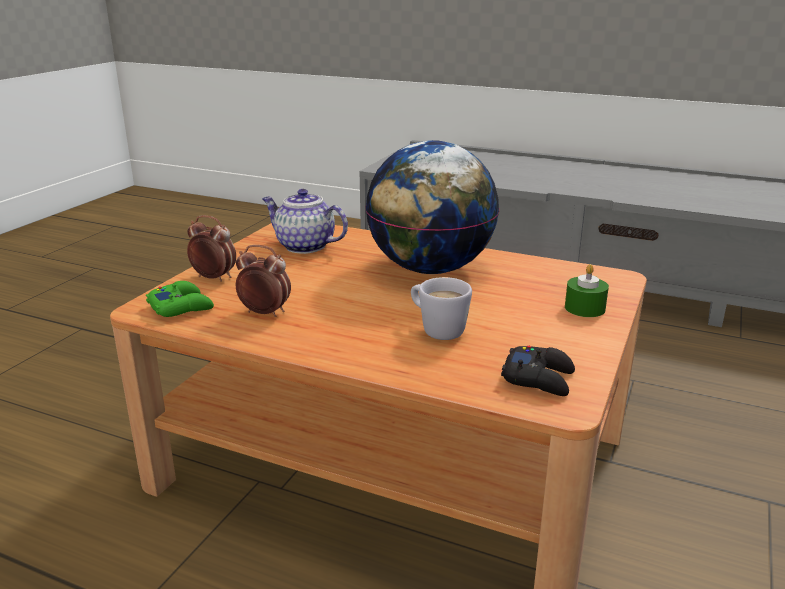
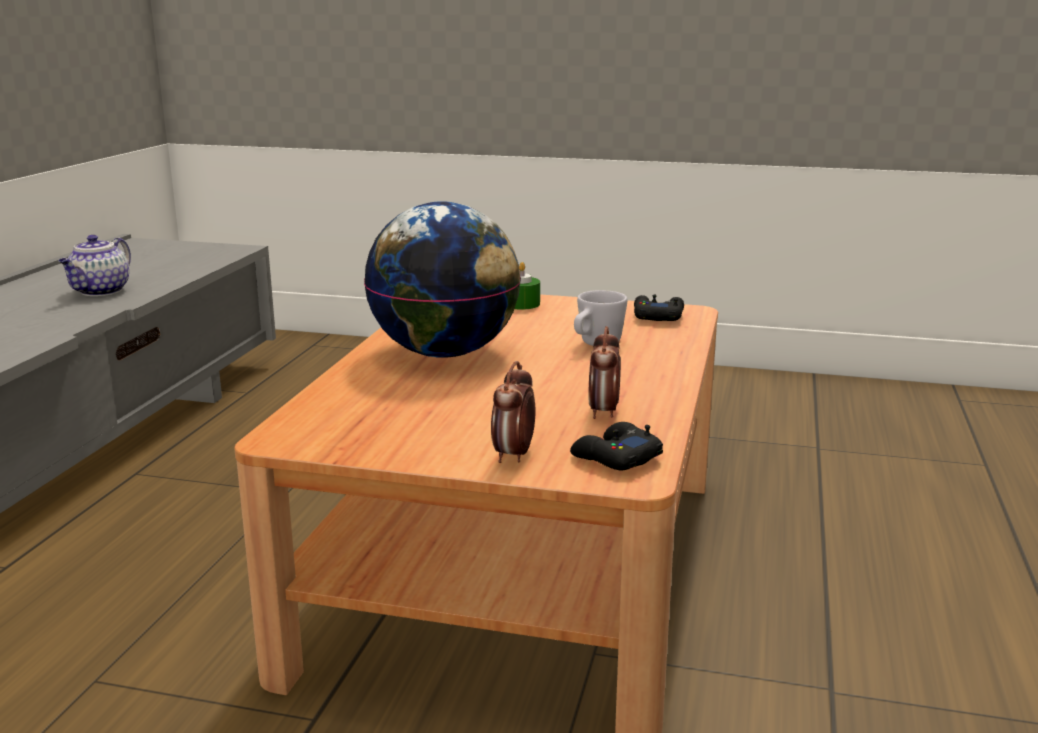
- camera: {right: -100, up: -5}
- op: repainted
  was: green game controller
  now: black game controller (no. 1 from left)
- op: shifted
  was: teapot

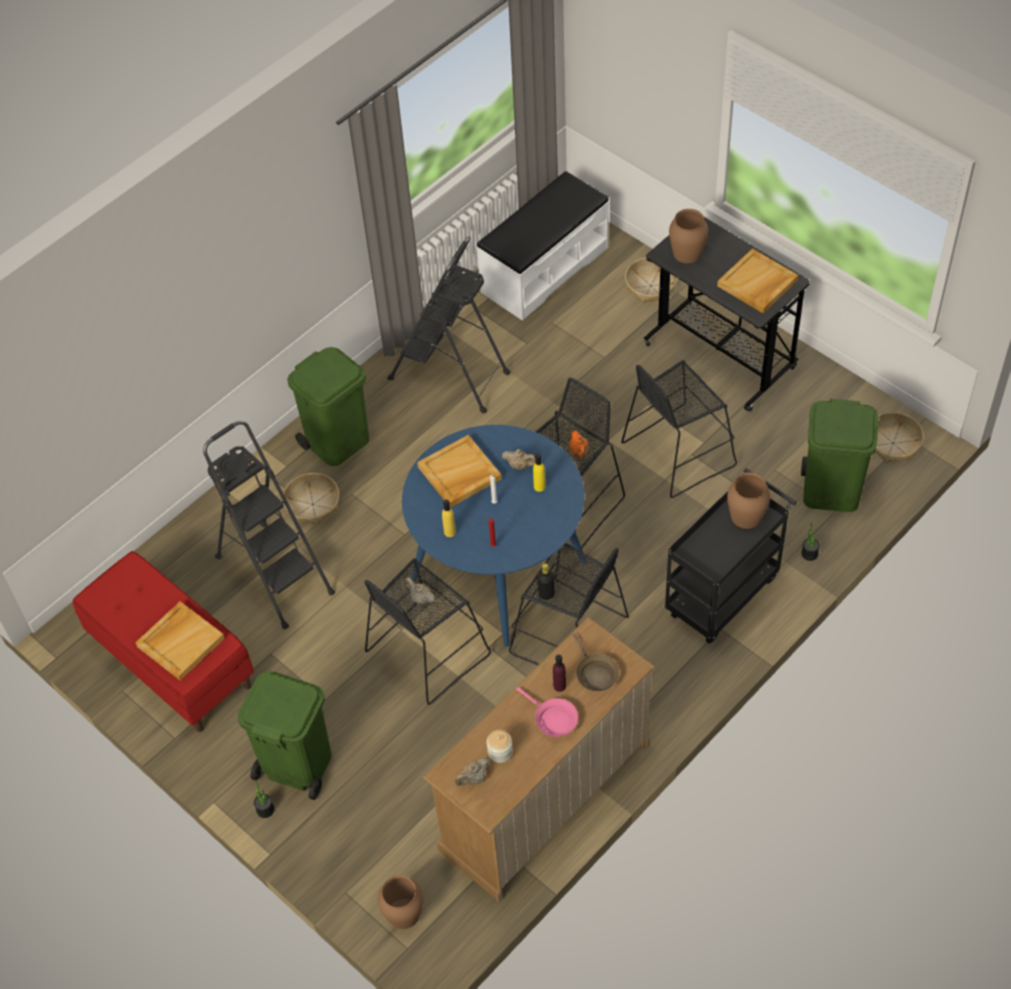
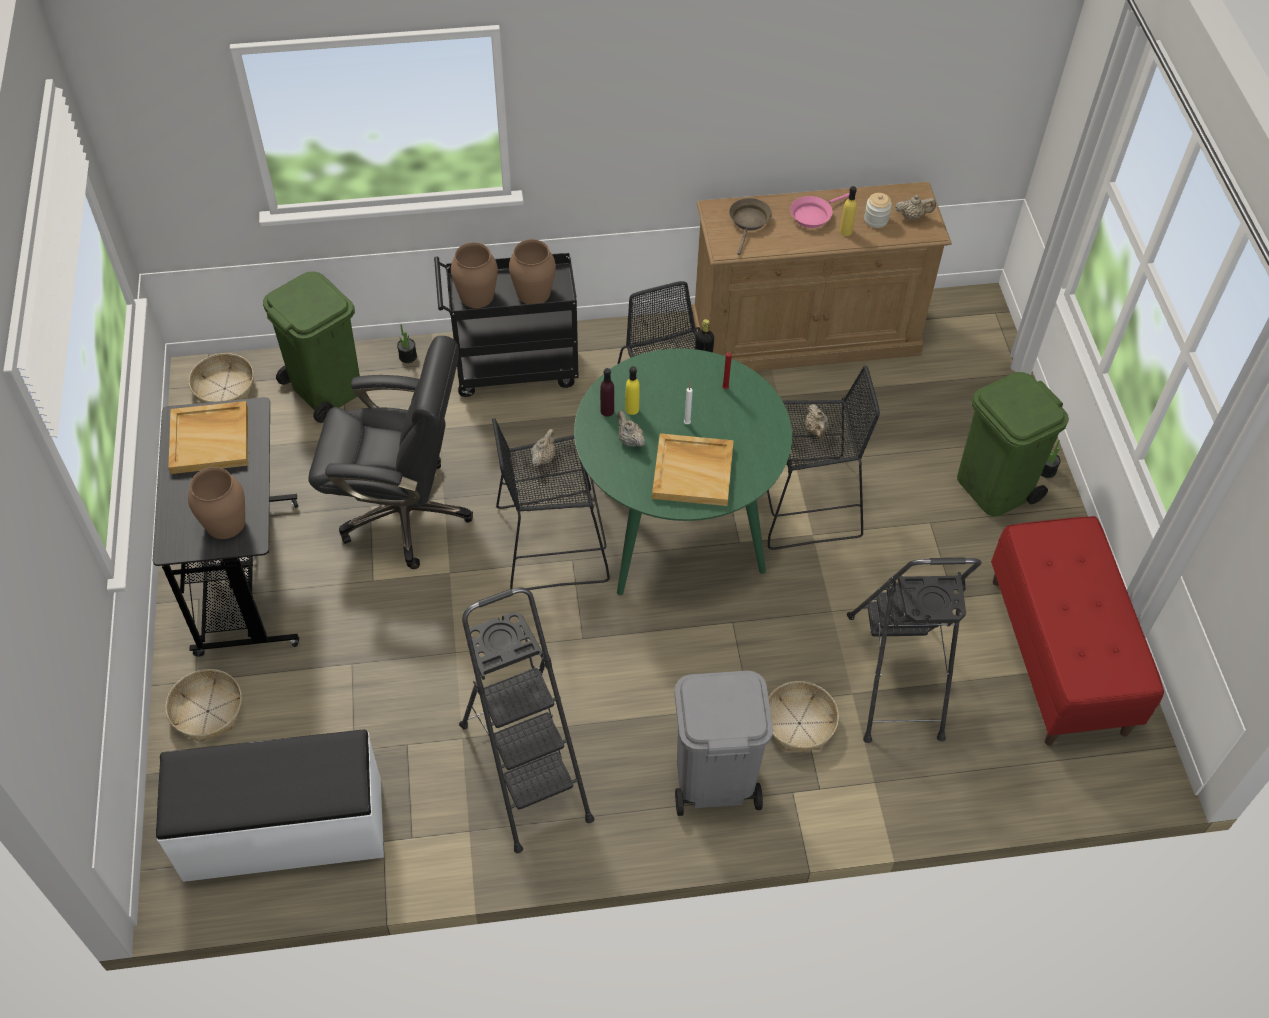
- camera: {right: -145, up: 0}
- op: gone
  was: beige tray (no. 1 from left)
- op: repainted
  was: green trash can (no. 2 from left)
  now: grey trash can
- op: shifted
  was: brown vase (no. 1 from left in the first image)
  now: brown vase (no. 3 from left)
- op: repainted
  was: blue dining table
  now: green dining table
- op: shifted
  was: yellow bottle (no. 1 from left in the first image)
  now: yellow bottle (no. 2 from left)
- op: rotated
  was: pink frying pan
  clockwise: -120
- op: shifted
  was: purple bottle
- op: repainted
  was: orange teapot
  now: beige teapot (no. 1 from left)
- op: swapped
  was: black stool (no. 4 from left)
  now: black office chair

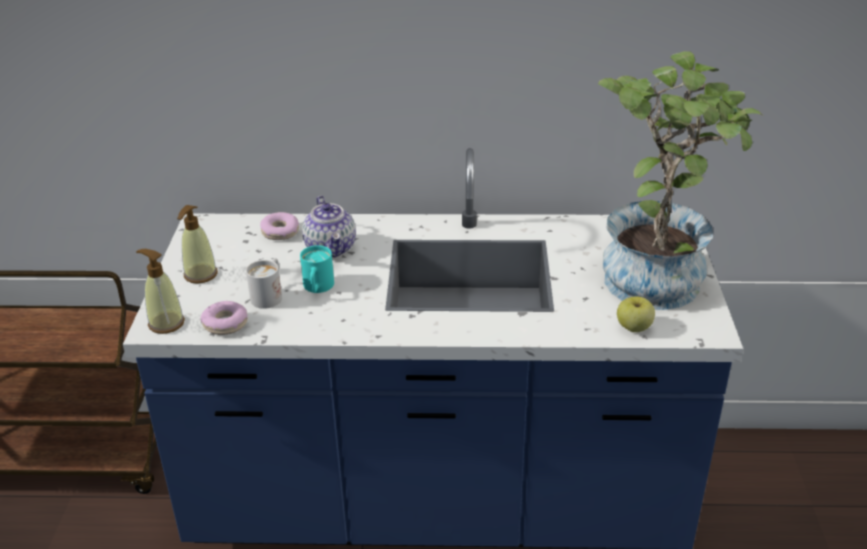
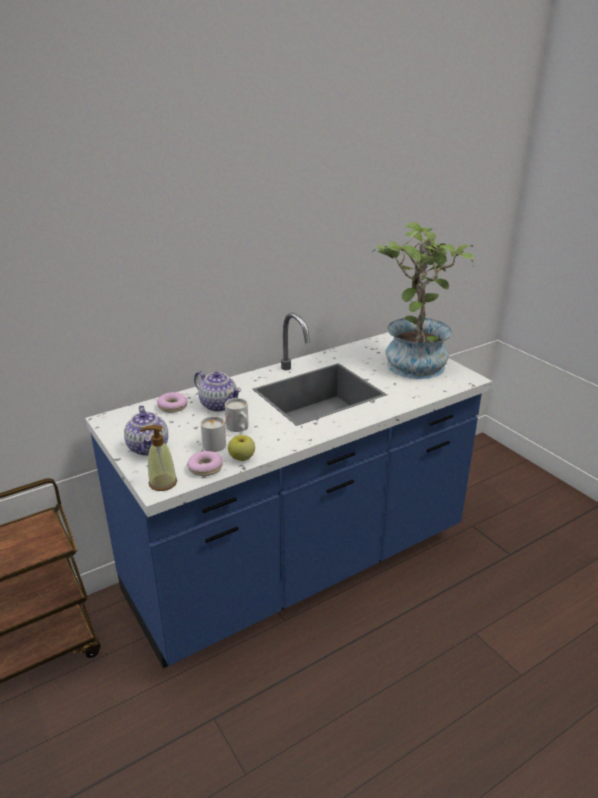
- camera: {right: -35, up: -5}
- op: swapped
  was: soap dispenser (no. 2 from left)
  now: teapot (no. 1 from left)
- op: repainted
  was: turquoise mug
  now: white mug (no. 2 from left)
- op: shifted
  was: apple

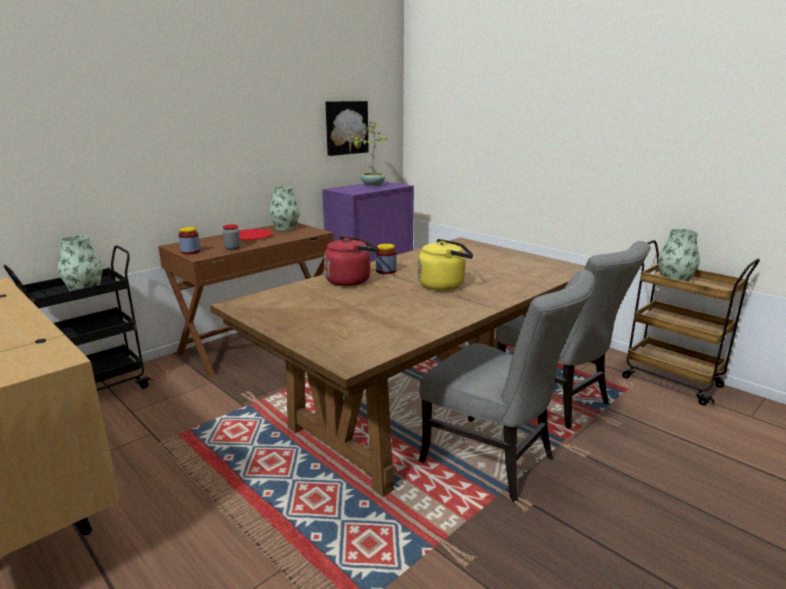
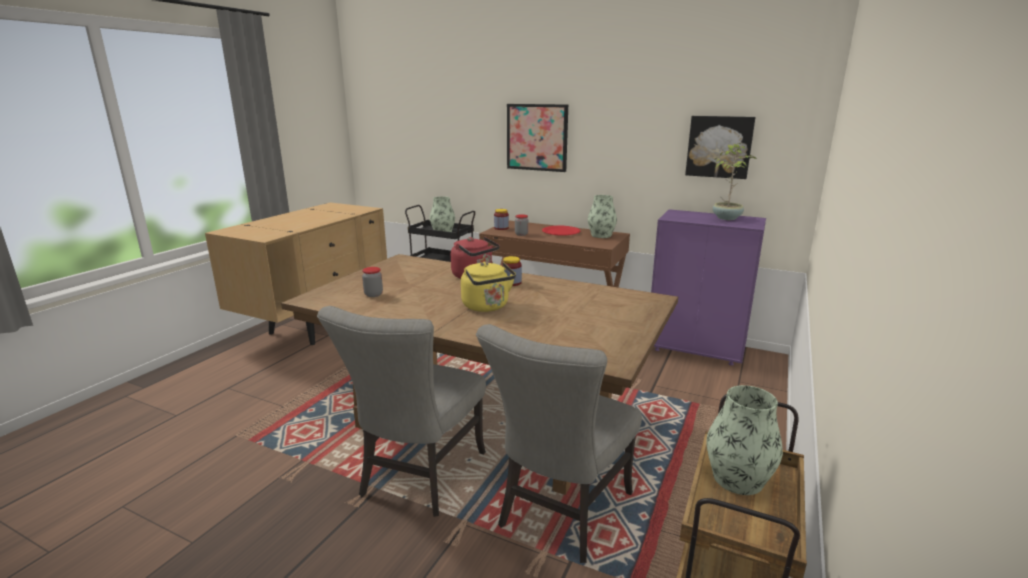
- camera: {right: 70, up: 0}
- op: new
  now: jar (no. 1 from left)
- op: new
  now: picture (no. 1 from left)

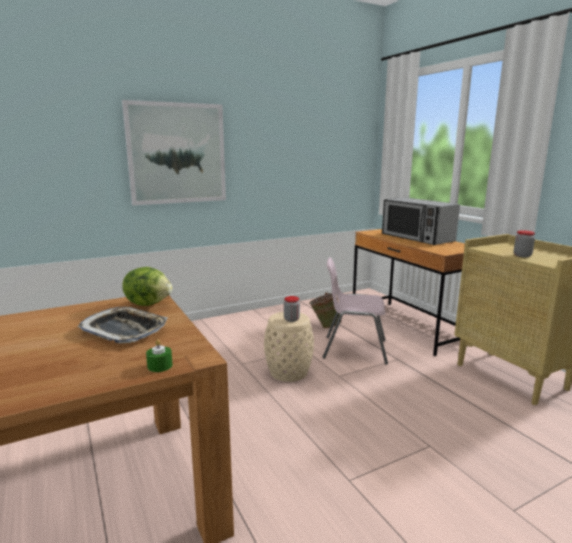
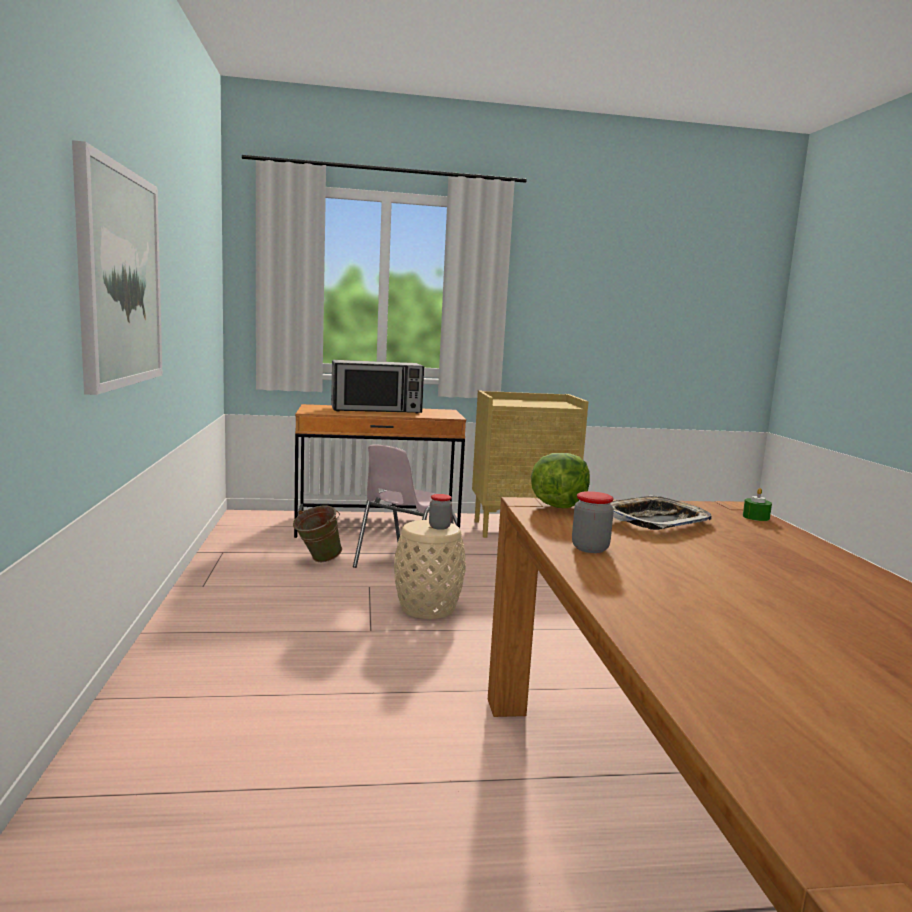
- camera: {right: -70, up: -5}
- op: shifted
  was: jar (no. 2 from left)

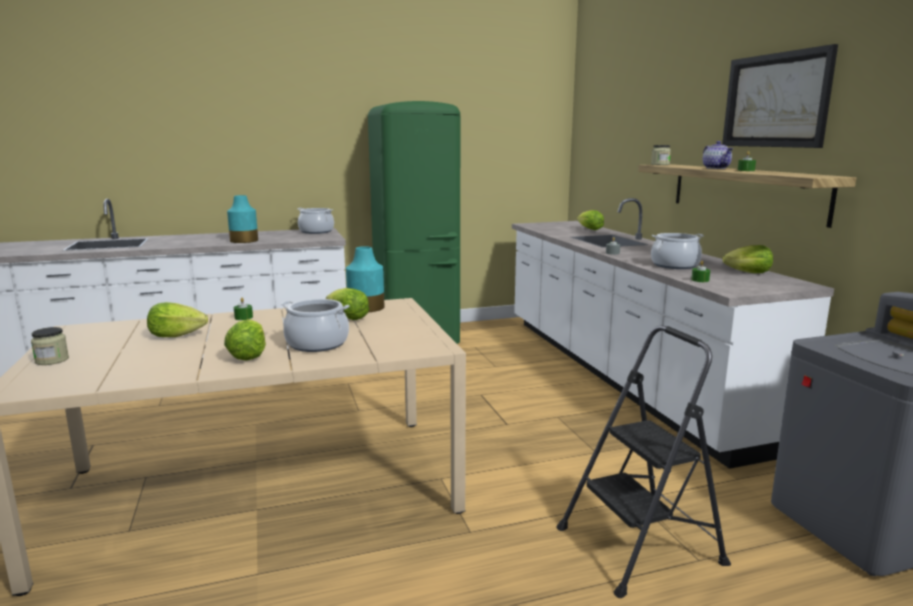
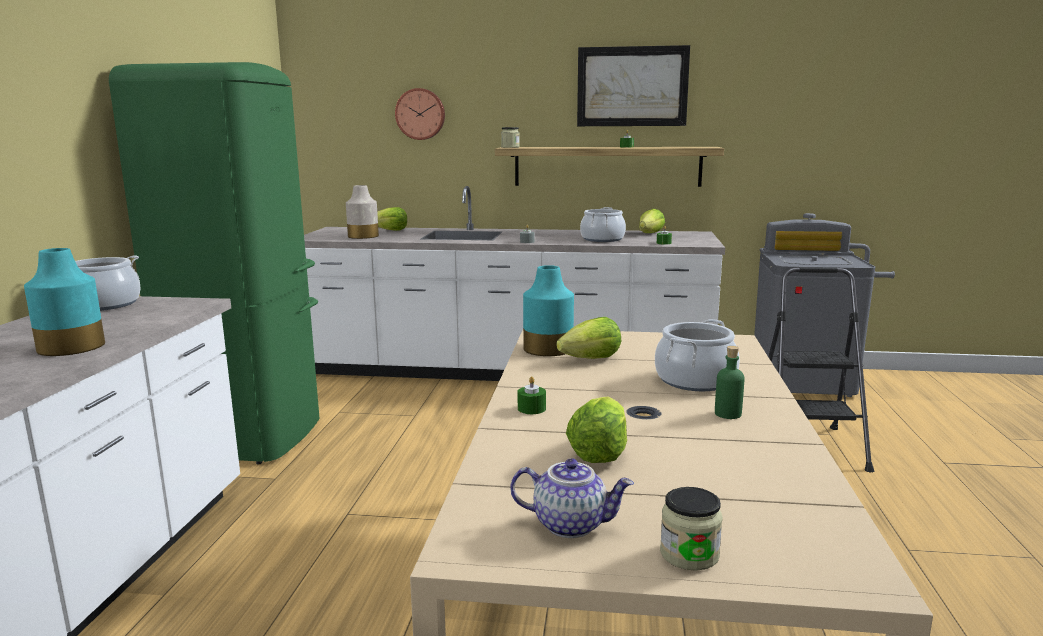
- camera: {right: -65, up: 0}
- op: swapped
  was: lettuce (no. 2 from left)
  now: green bottle
- op: shifted
  was: teapot
- op: new
  now: beige vase
- op: new
  now: wall clock

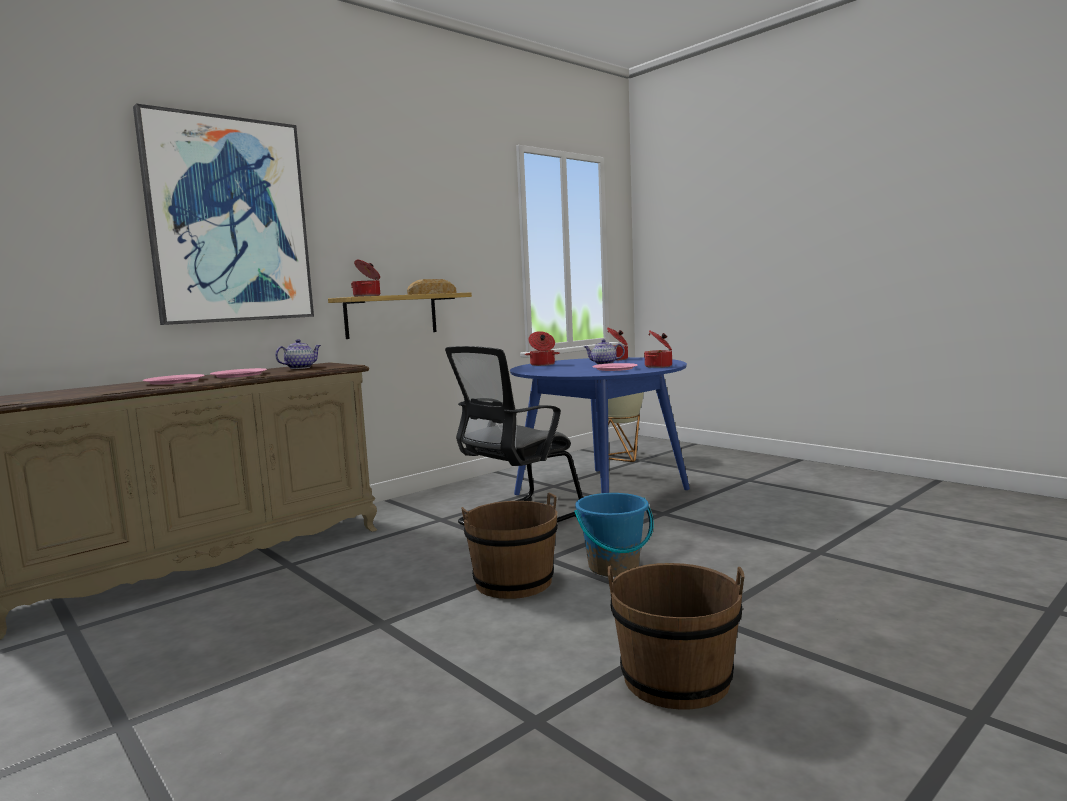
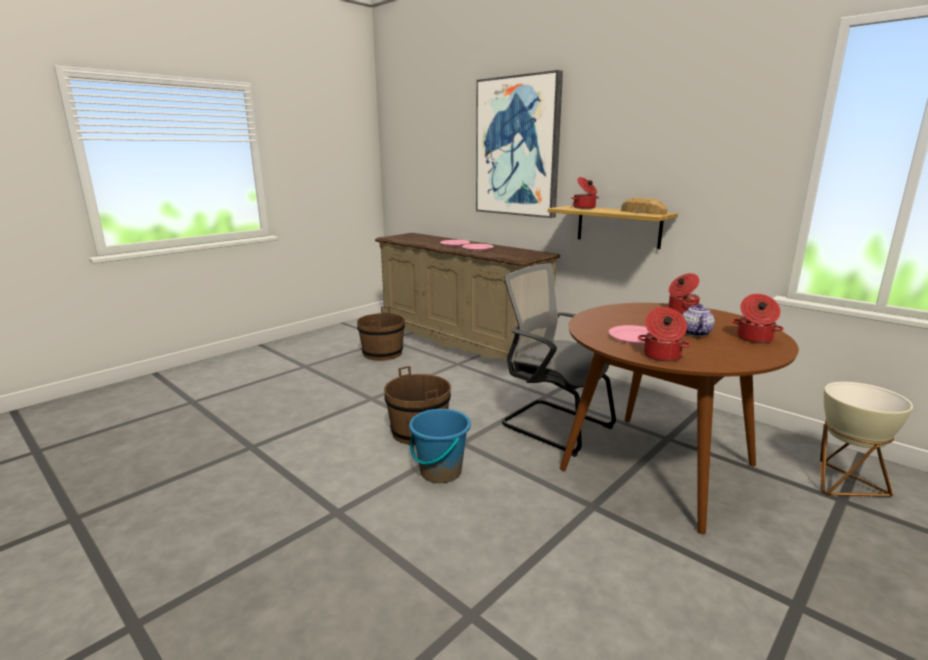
- camera: {right: 85, up: 10}
- op: gone
  was: teapot (no. 1 from left)
- op: repainted
  was: blue dining table
  now: brown dining table
- op: shifted
  was: brown bucket (no. 2 from left in the first image)
  now: brown bucket (no. 1 from left)

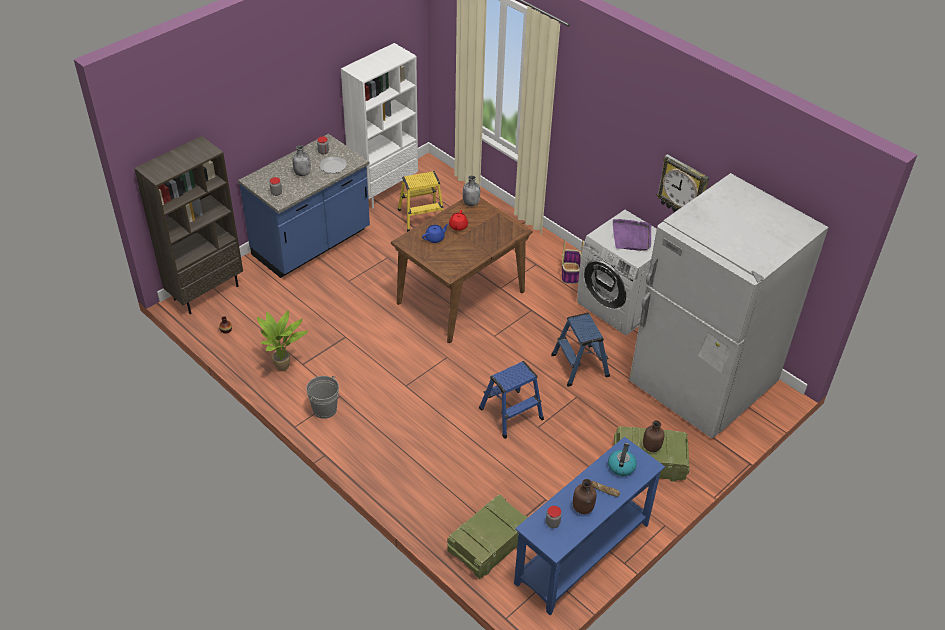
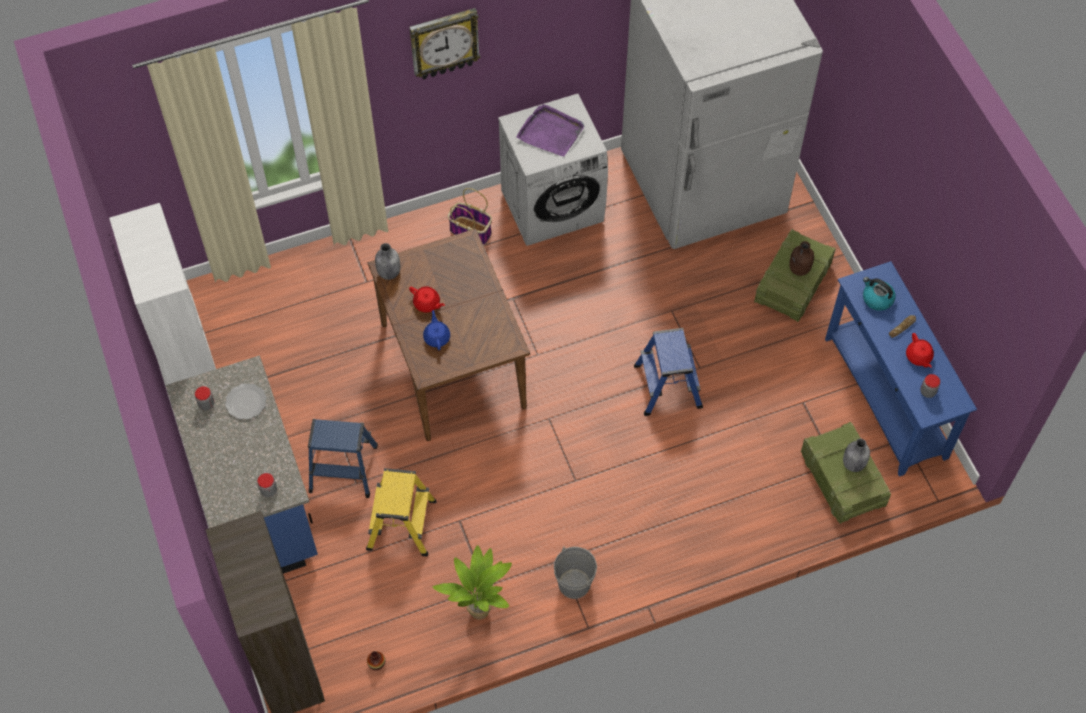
- camera: {right: -65, up: 15}
- op: shifted
  was: grey bottle (no. 1 from left in the first image)
  now: grey bottle (no. 2 from left)
- op: shifted
  was: yellow step ladder
- op: shifted
  was: blue step ladder (no. 2 from left in the first image)
  now: blue step ladder (no. 1 from left)
- op: swapped
  was: brown bottle (no. 1 from left)
  now: red teapot (no. 2 from left)
- op: shifted
  was: wall clock

